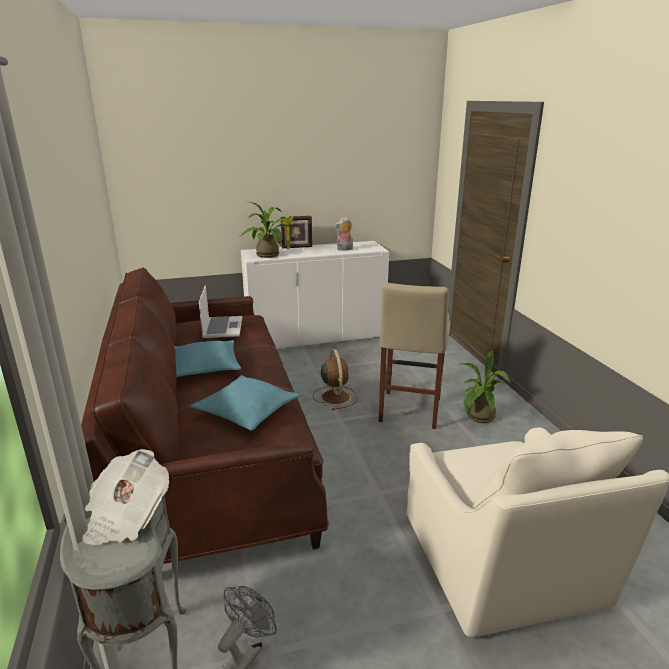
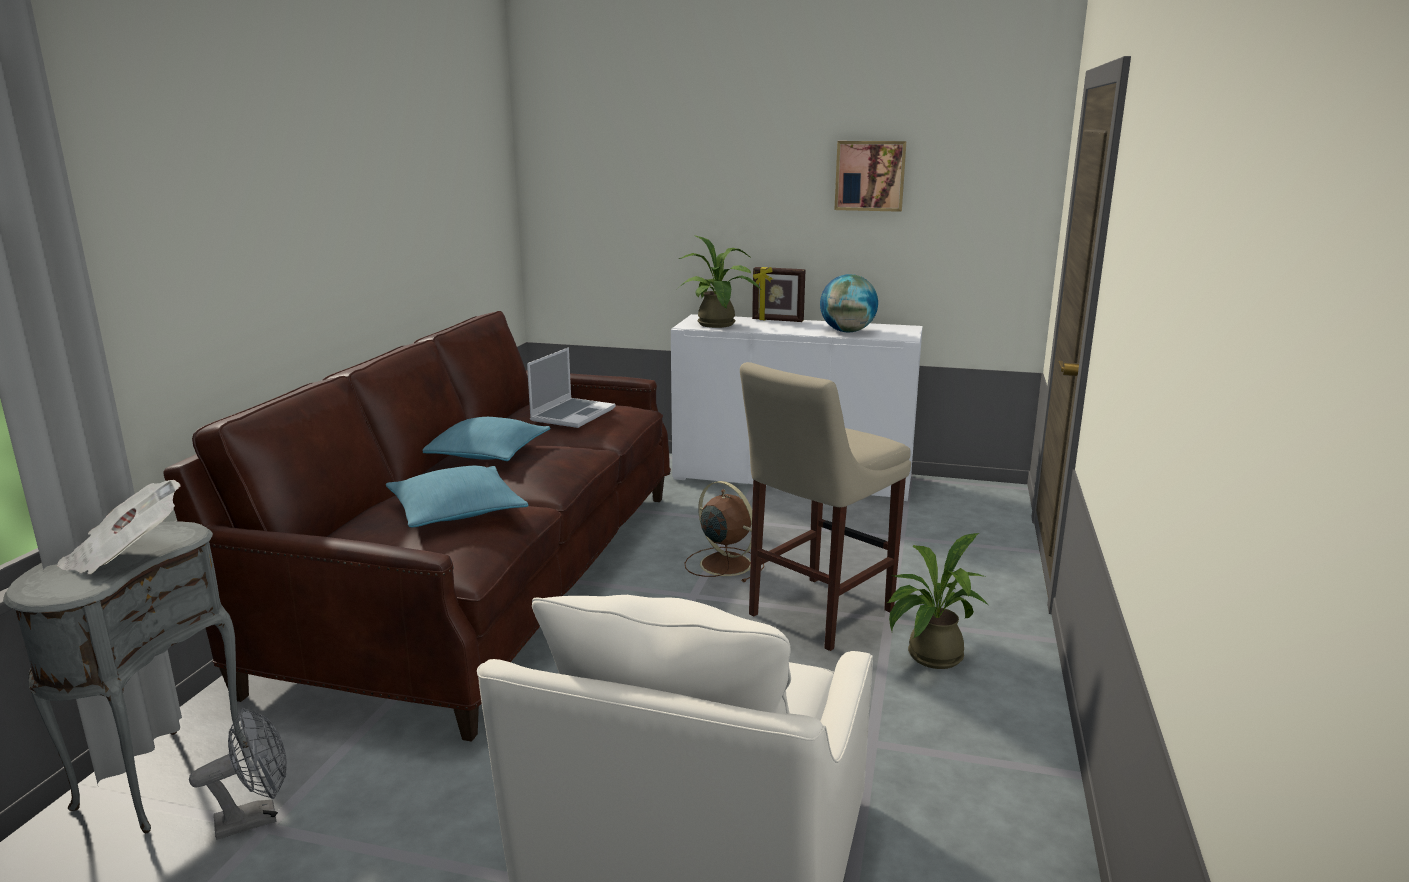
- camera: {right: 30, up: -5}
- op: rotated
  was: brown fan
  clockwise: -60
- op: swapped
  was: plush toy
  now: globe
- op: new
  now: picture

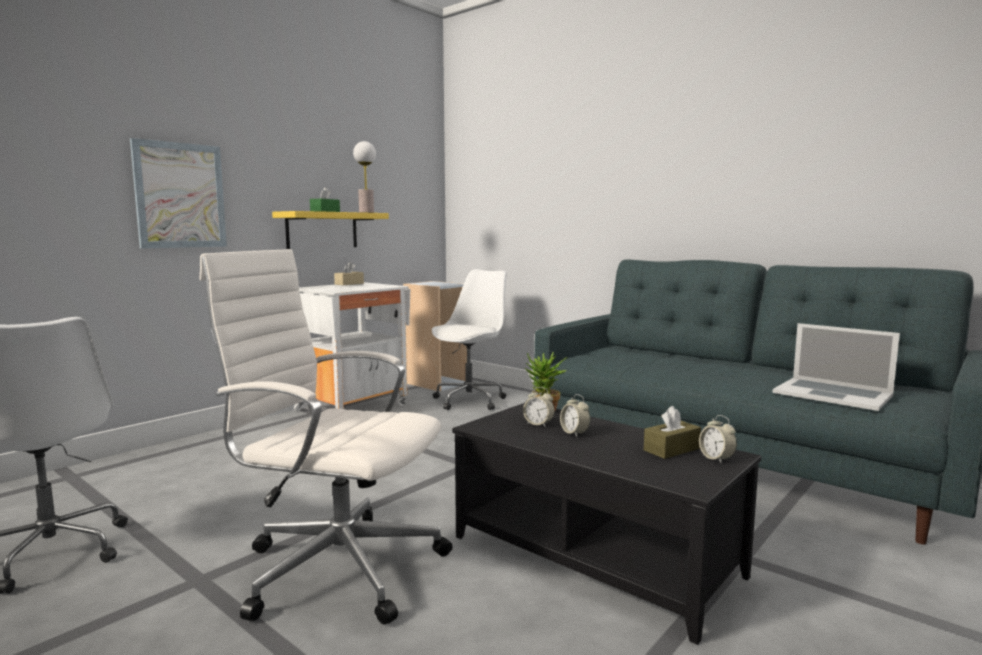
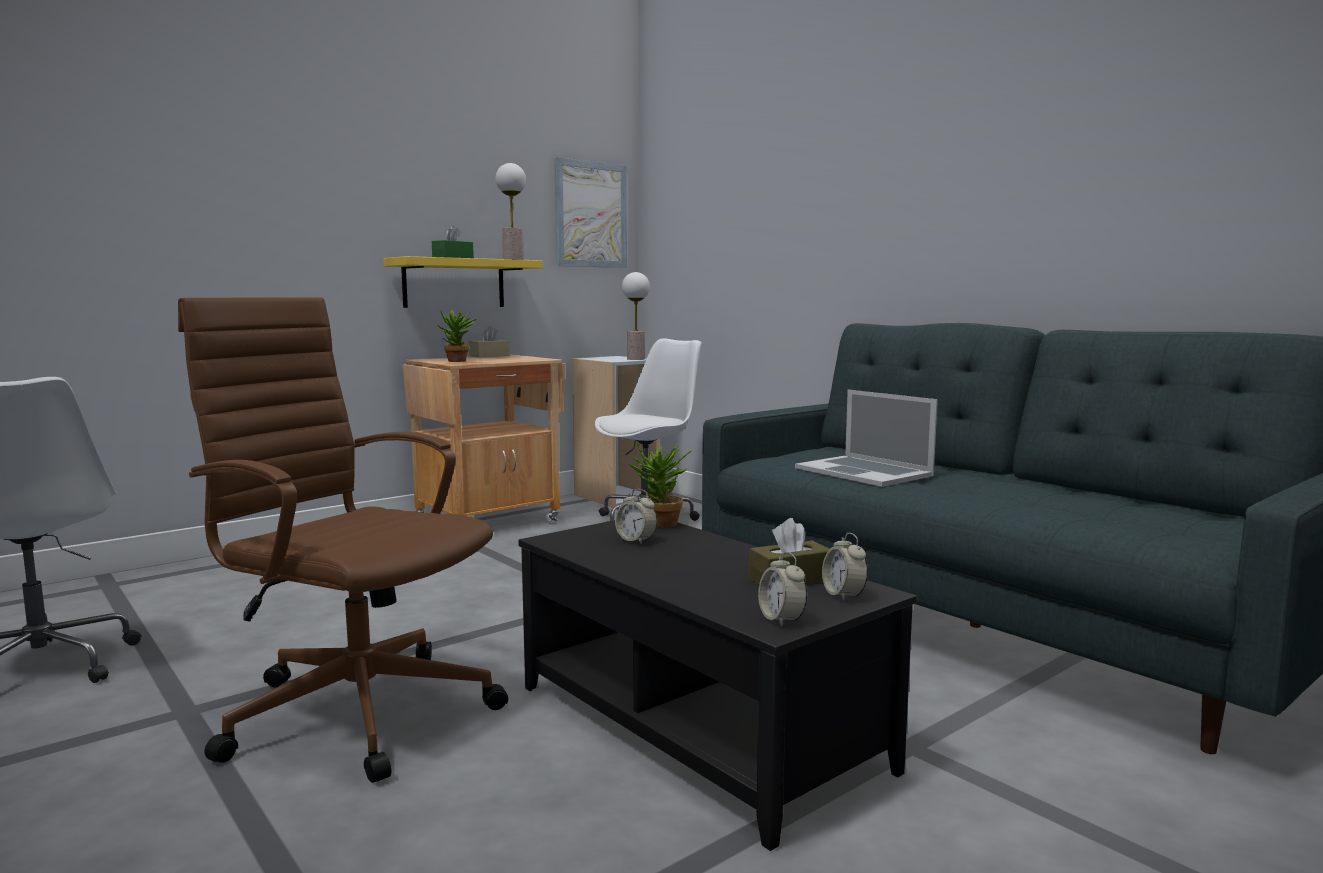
- camera: {right: 10, up: 0}
- op: shifted
  was: picture
- op: repainted
  was: white office chair (no. 2 from left)
  now: brown office chair
- op: repainted
  was: white cart
  now: brown cart
- op: shifted
  was: alarm clock (no. 2 from left)
- op: shifted
  was: laptop
- op: new
  now: potted plant (no. 1 from left)
- op: new
  now: table lamp (no. 2 from left)

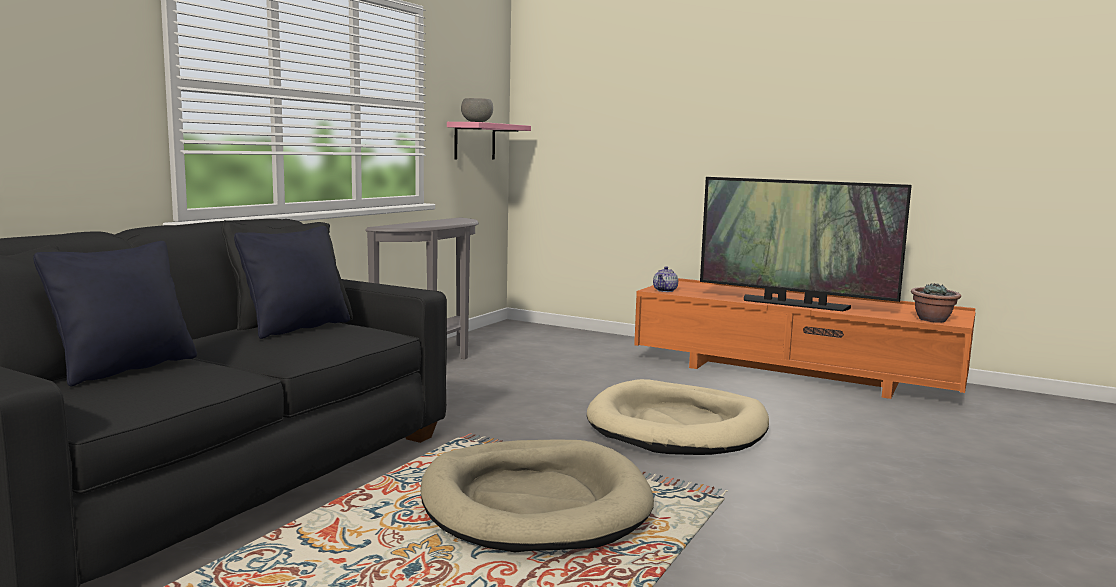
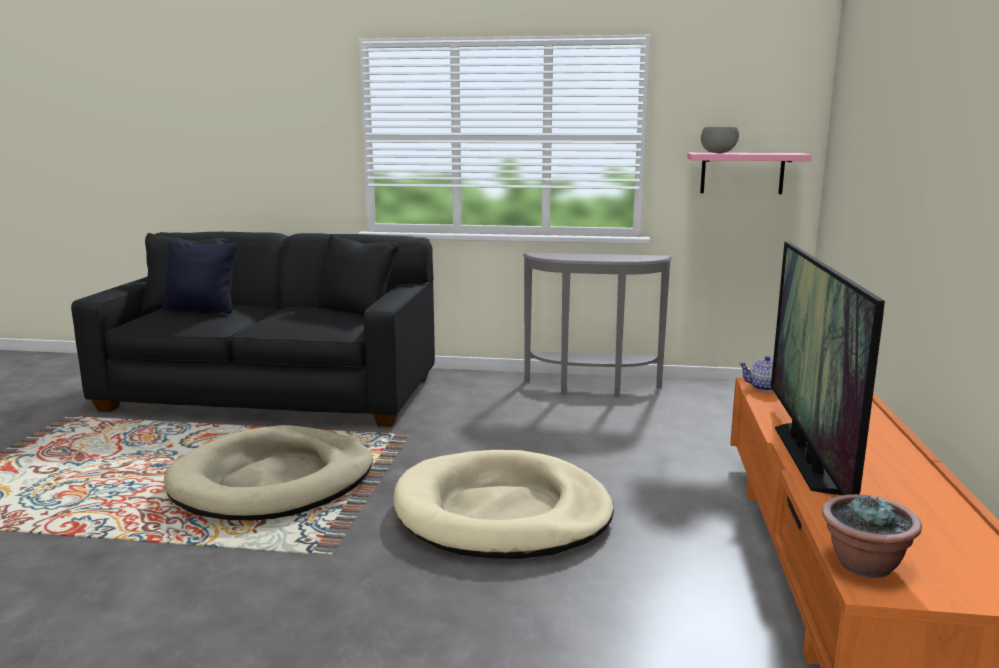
- camera: {right: 70, up: 5}
- op: gone
  was: black pillow (no. 2 from left)

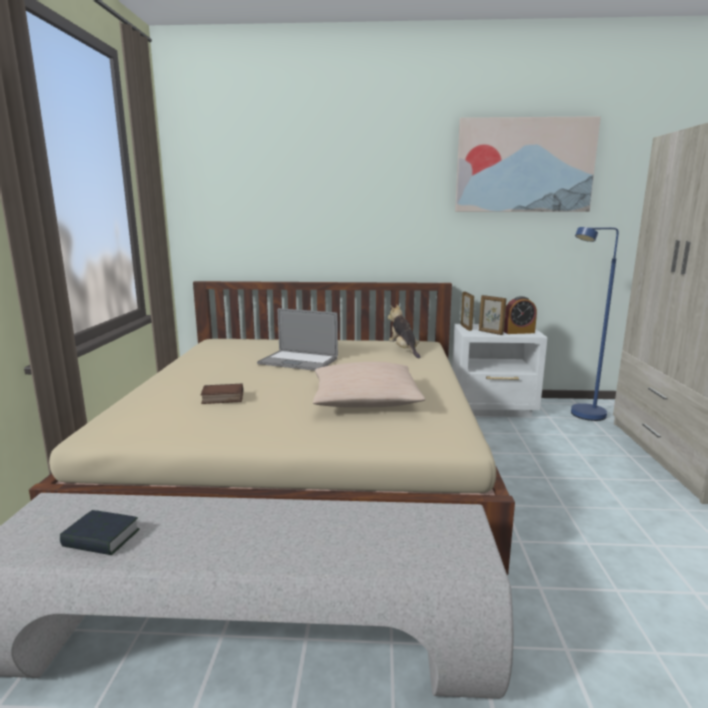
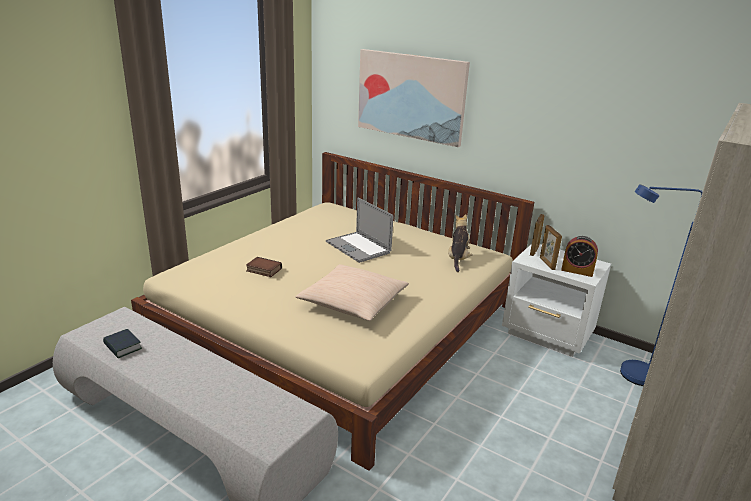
- camera: {right: 30, up: 10}
- op: shifted
  was: picture

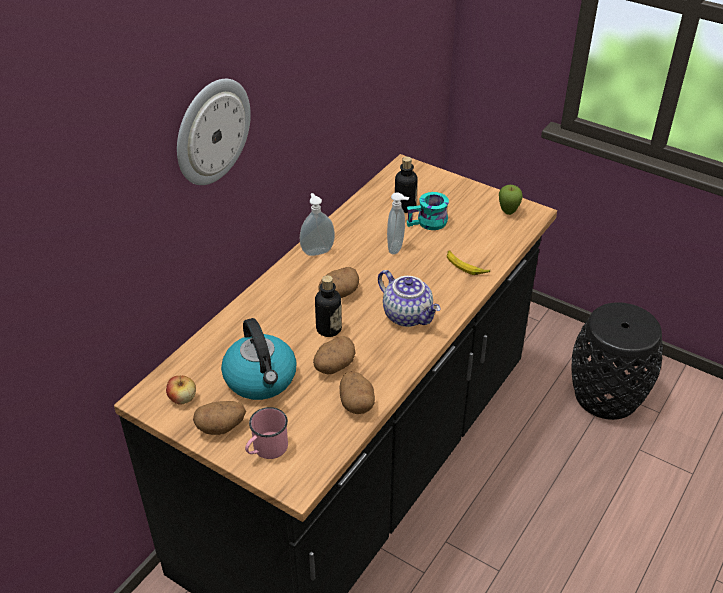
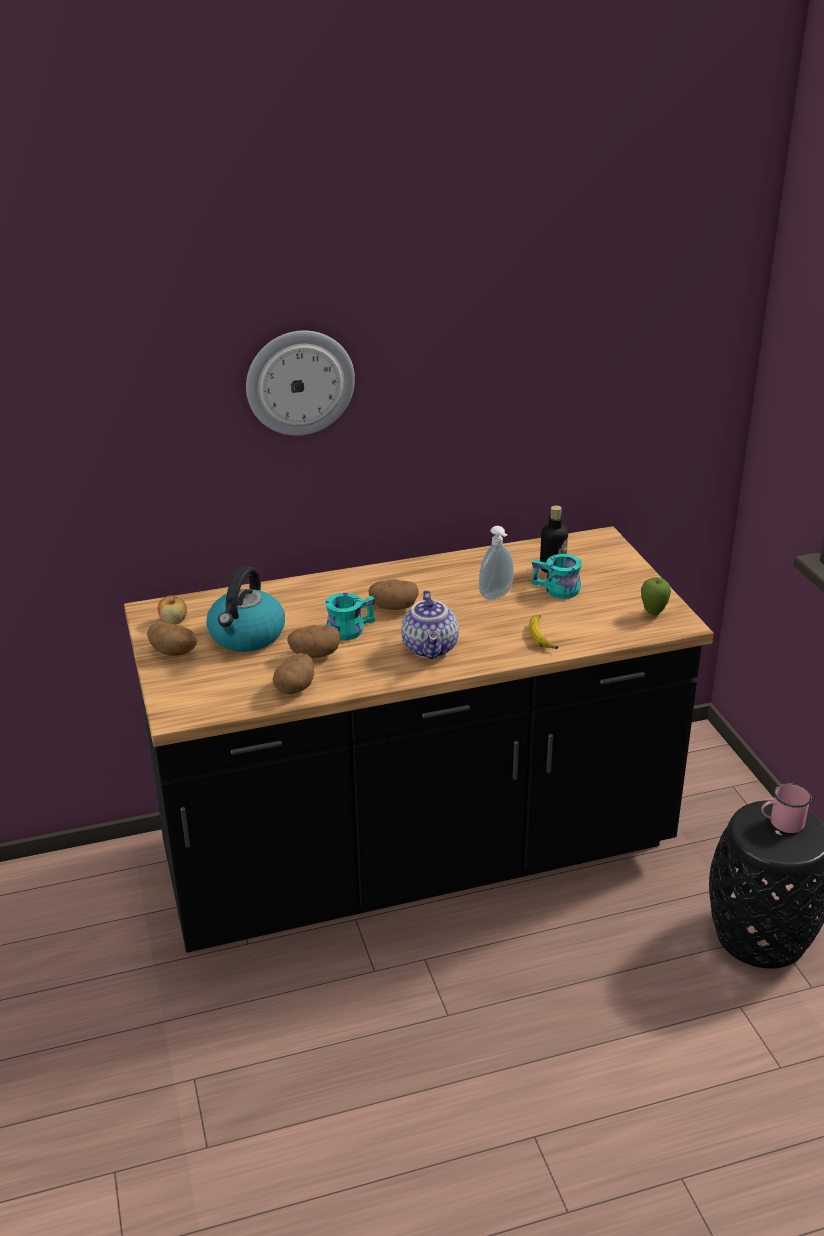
- camera: {right: 40, up: -10}
- op: shifted
  was: pink mug
- op: gone
  was: soap dispenser (no. 1 from left)
- op: swapped
  was: bottle (no. 1 from left)
  now: turquoise mug (no. 1 from left)

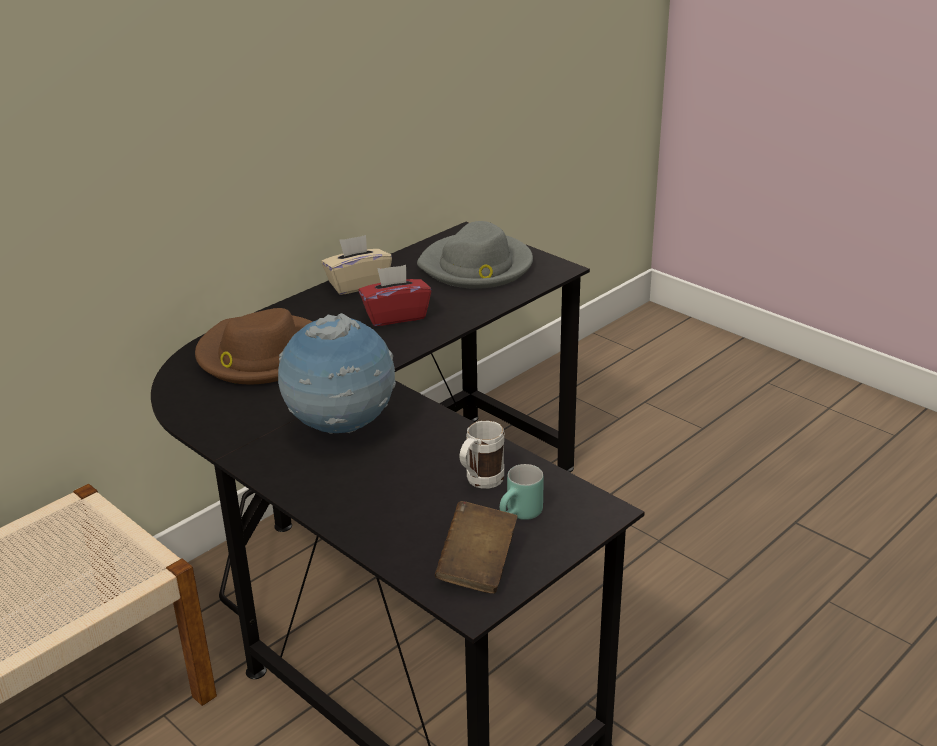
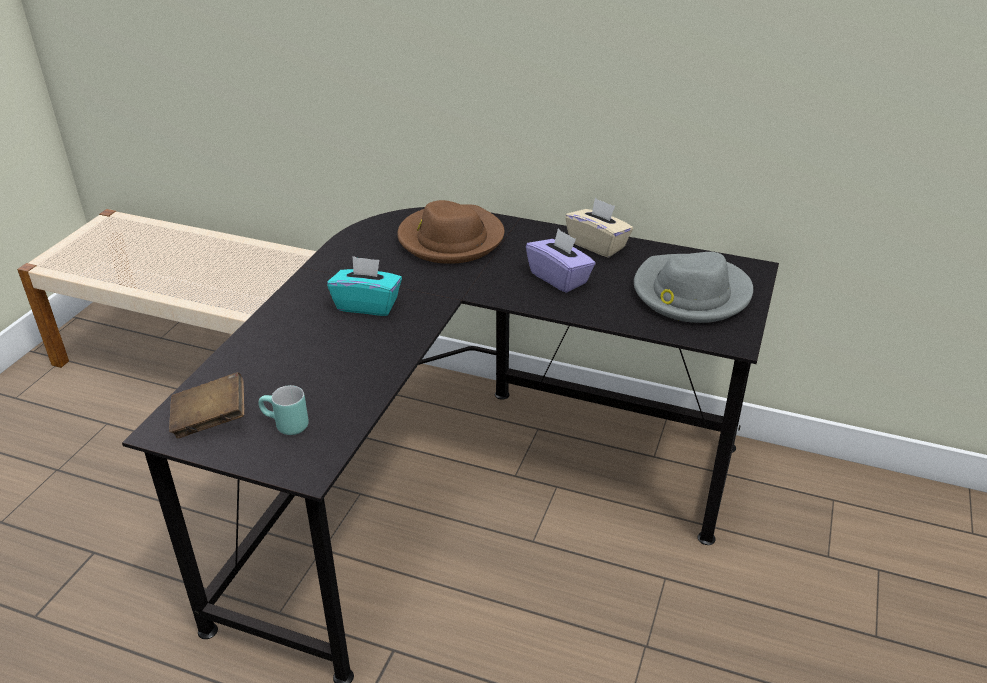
- camera: {right: 65, up: 5}
- op: swapped
  was: globe
  now: turquoise tissue box
- op: repainted
  was: red tissue box
  now: purple tissue box
- op: gone
  was: white mug

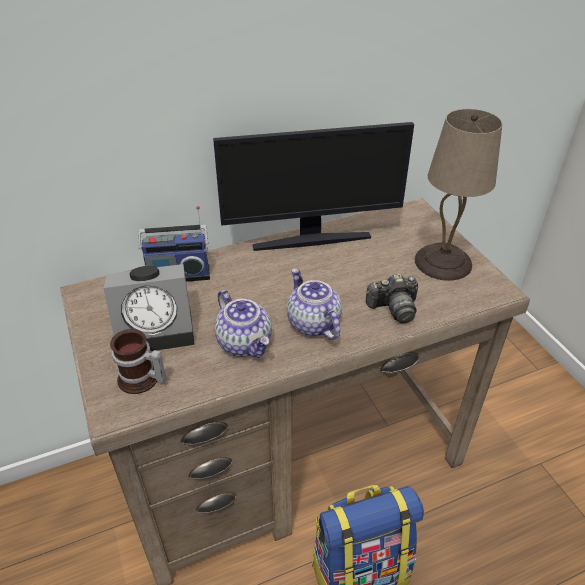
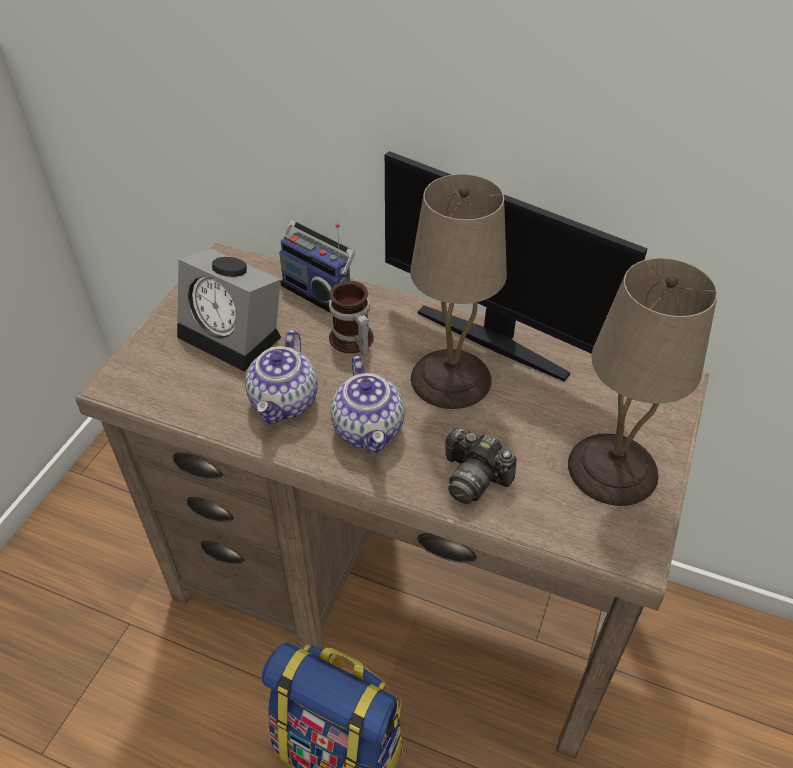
- camera: {right: 45, up: 5}
- op: shifted
  was: mug
- op: rotated
  was: teapot (no. 2 from left)
  clockwise: 150
- op: new
  now: beige table lamp (no. 1 from left)

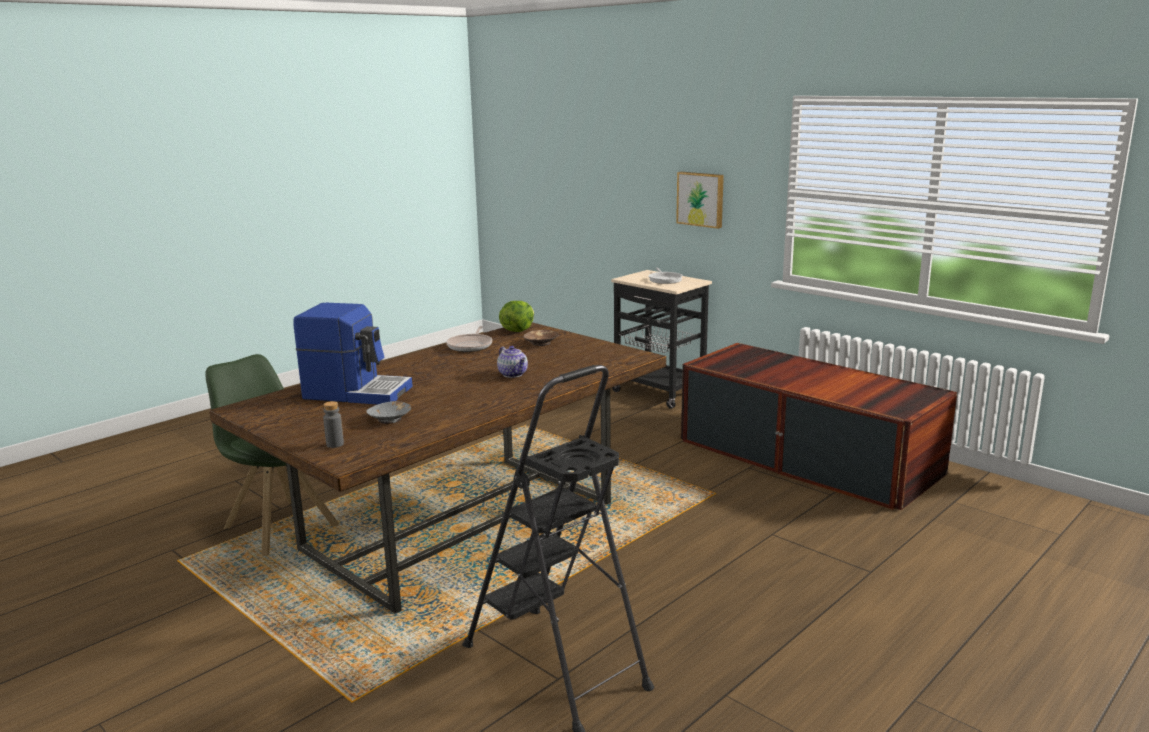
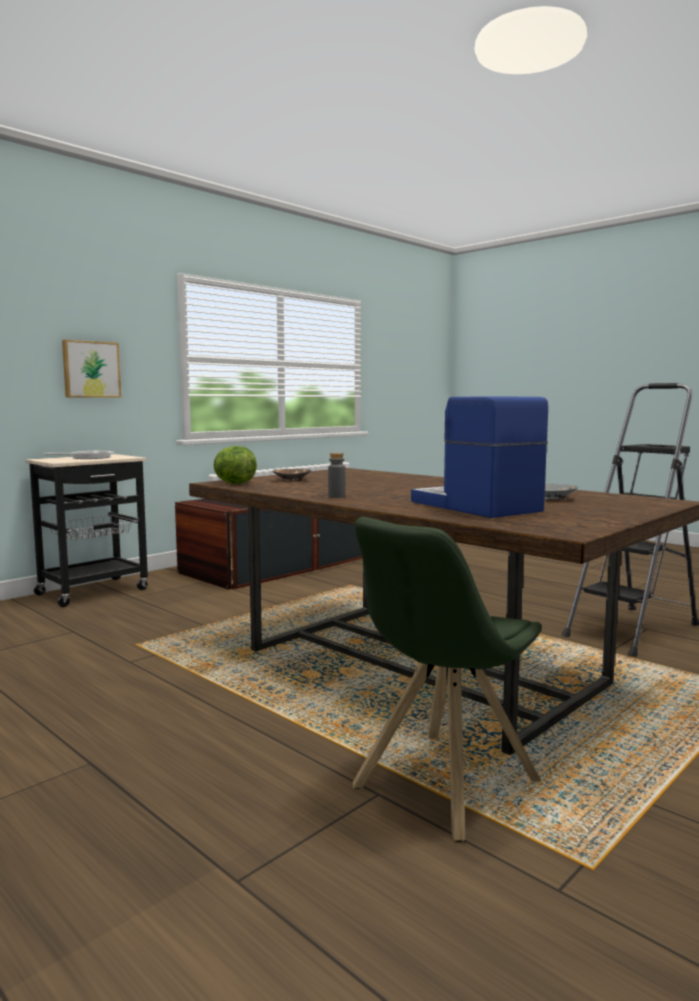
- camera: {right: -90, up: -10}
- op: rotated
  was: coffee machine
  clockwise: -45
- op: shifted
  was: grey bottle
- op: gone
  was: frying pan (no. 1 from left)
- op: gone
  was: teapot

